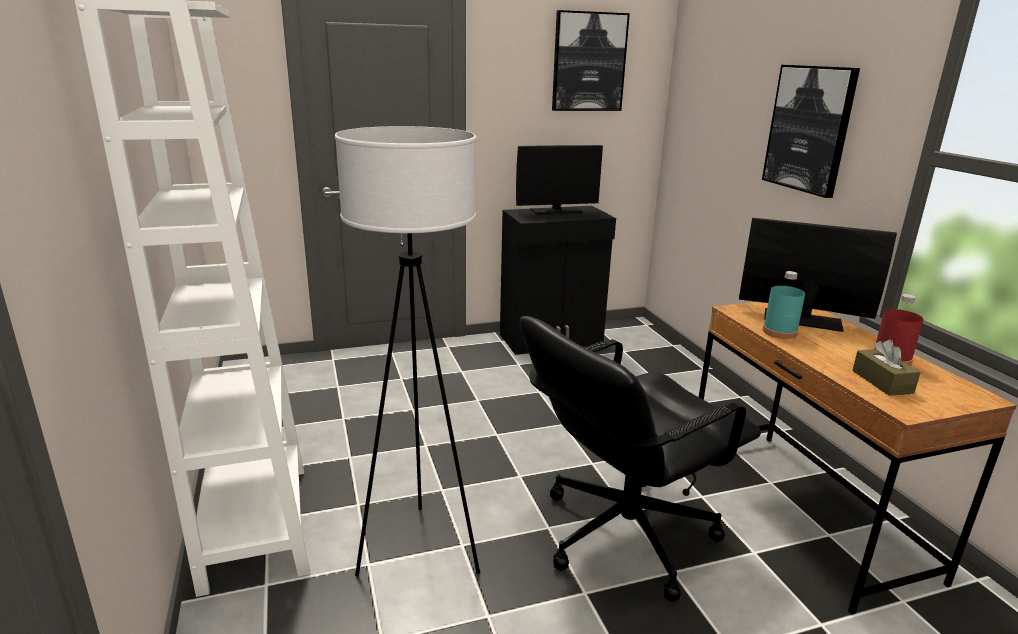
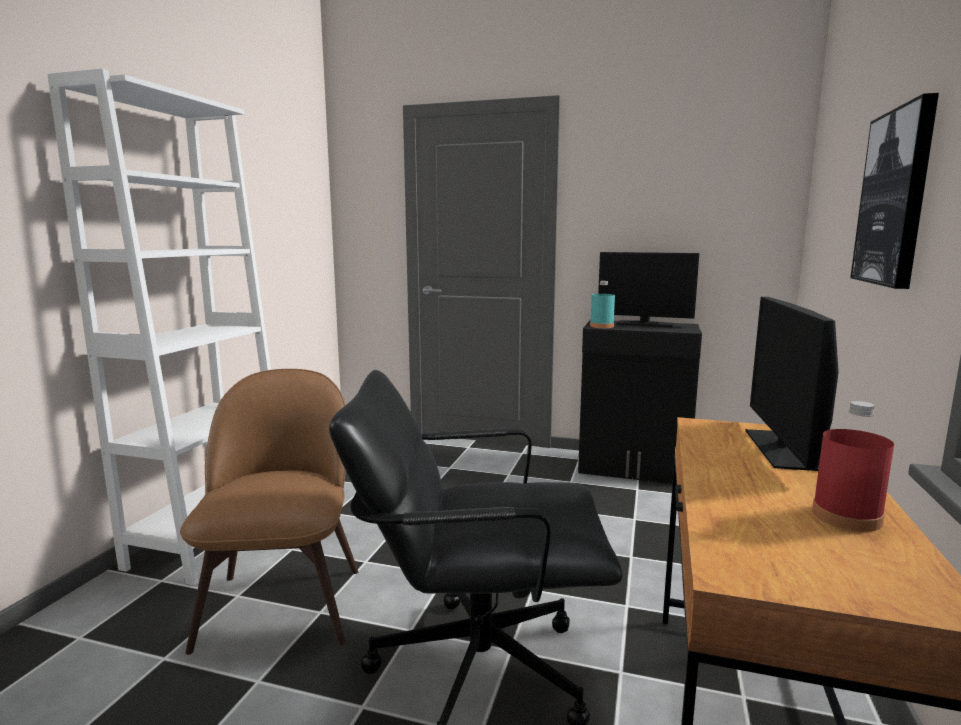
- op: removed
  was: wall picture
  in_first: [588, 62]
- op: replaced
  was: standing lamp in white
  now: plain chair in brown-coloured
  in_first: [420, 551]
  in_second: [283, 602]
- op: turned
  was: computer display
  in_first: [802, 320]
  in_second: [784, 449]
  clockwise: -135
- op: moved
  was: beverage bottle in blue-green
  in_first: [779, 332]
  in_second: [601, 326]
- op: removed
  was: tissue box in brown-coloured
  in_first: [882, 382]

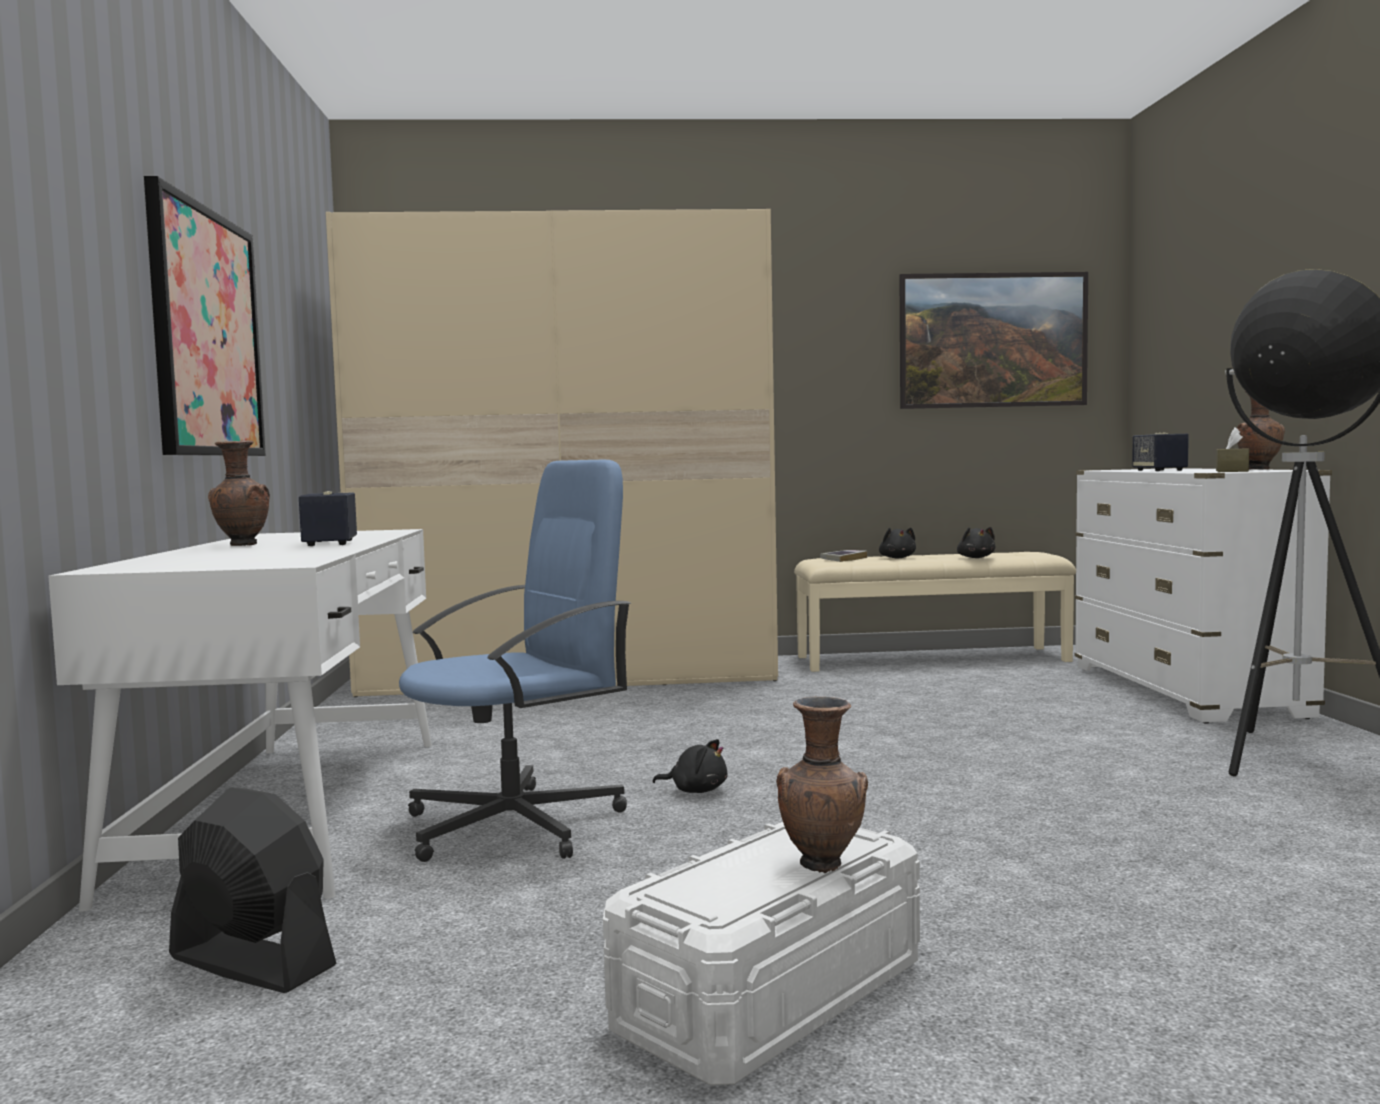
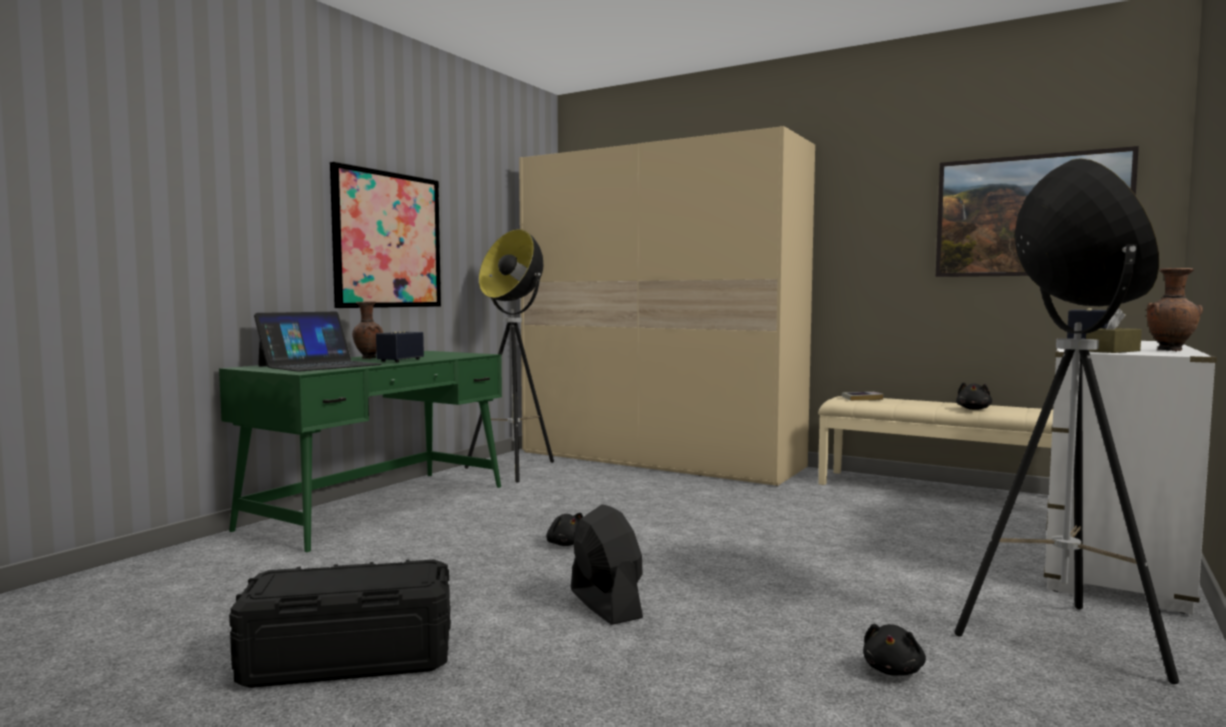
- op: removed
  was: desk chair in bluish
  in_first: [517, 824]
- op: moved
  was: soft toy in black
  in_first: [897, 558]
  in_second: [893, 670]
- op: recoloured
  was: desk table in white
  now: desk table in greenish
  in_first: [295, 809]
  in_second: [380, 506]
- op: removed
  was: vase in brown-coloured
  in_first: [823, 865]
- op: moved
  was: cooling fan in black
  in_first: [251, 962]
  in_second: [605, 604]
- op: recoloured
  was: storage box in white
  now: storage box in black
  in_first: [770, 996]
  in_second: [349, 658]
- op: added
  now: standing lamp
  in_second: [515, 470]
- op: added
  now: notebook computer
  in_second: [319, 365]

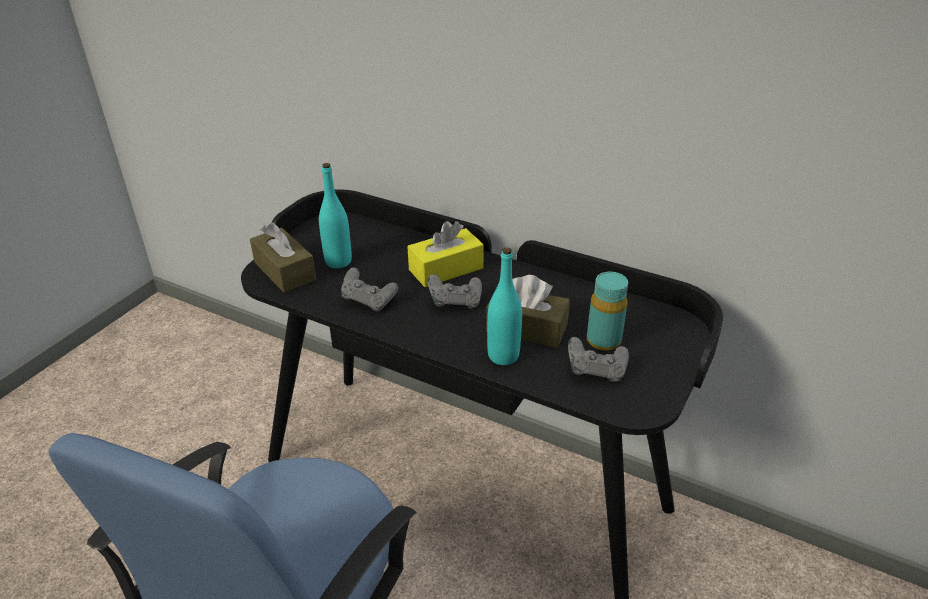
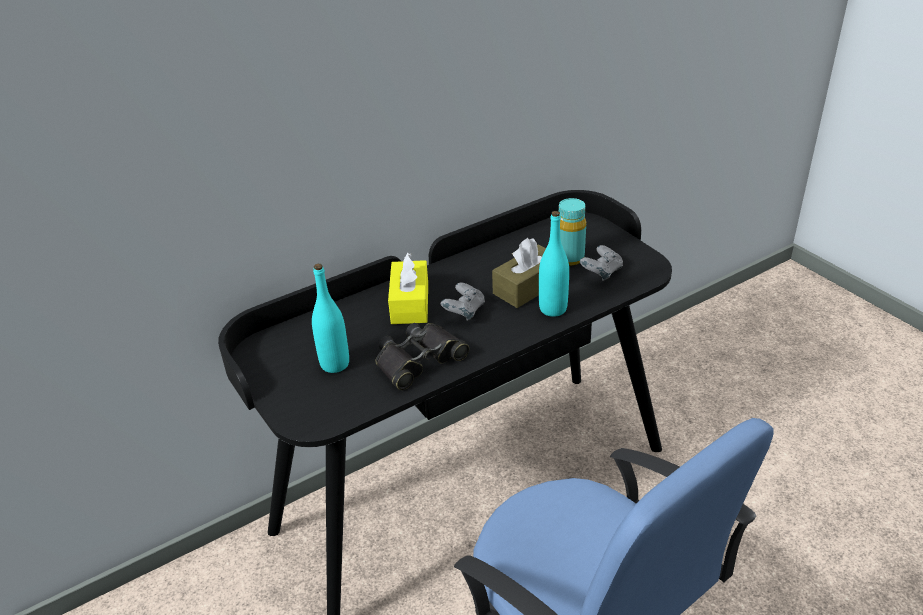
- op: removed
  was: tissue box in brown-coloured
  in_first: [285, 271]
- op: replaced
  was: game controller in grey
  now: field glasses in black
  in_first: [369, 301]
  in_second: [419, 360]

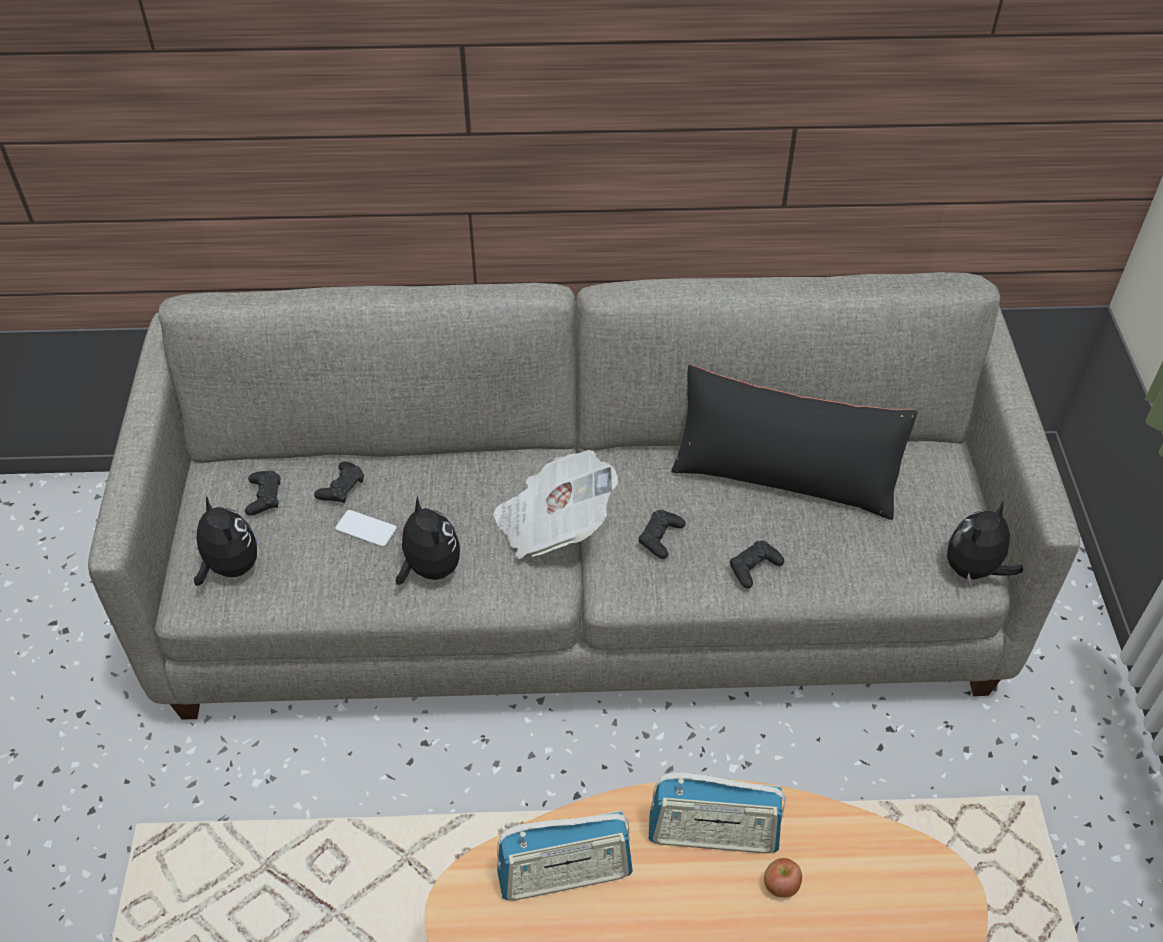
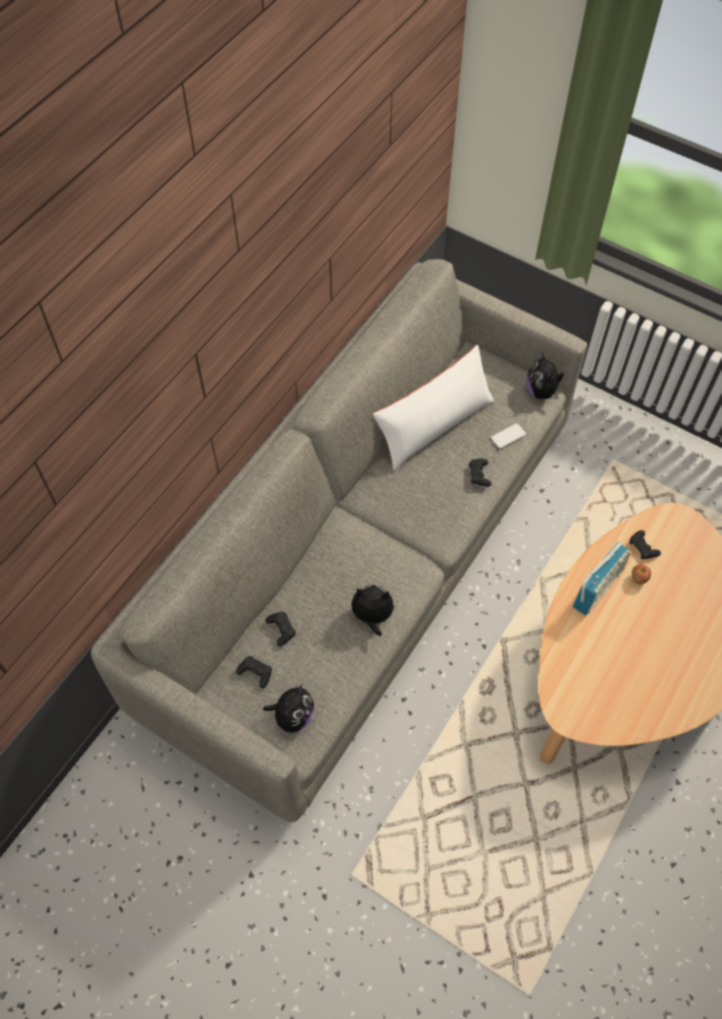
- op: recoloured
  was: pillow in black
  now: pillow in white
  in_first: [784, 475]
  in_second: [434, 425]
- op: removed
  was: newspaper
  in_first: [553, 524]
- op: turned
  was: soft toy
  in_first: [229, 567]
  in_second: [293, 716]
  clockwise: 120
- op: moved
  was: telephone
  in_first: [366, 529]
  in_second: [508, 436]
- op: moved
  was: game controller in black
  in_first: [660, 537]
  in_second: [643, 547]
- op: removed
  was: radio receiver
  in_first: [565, 874]

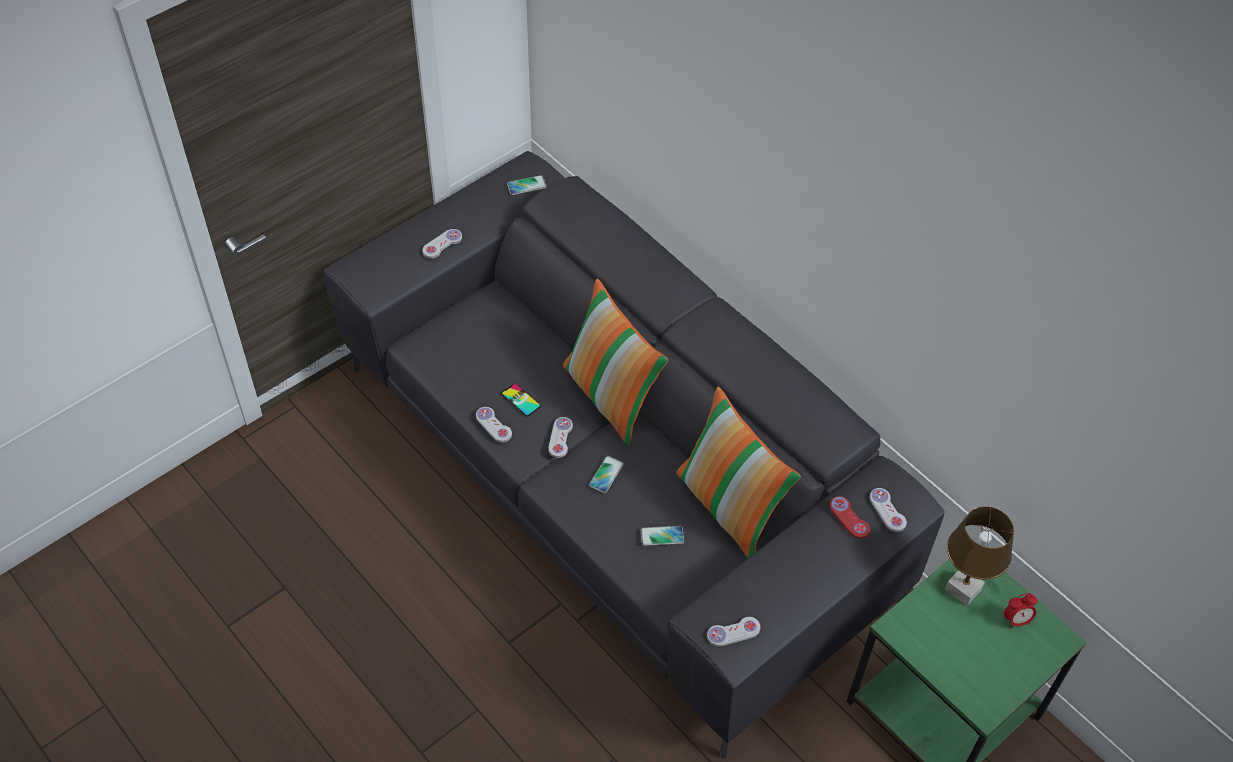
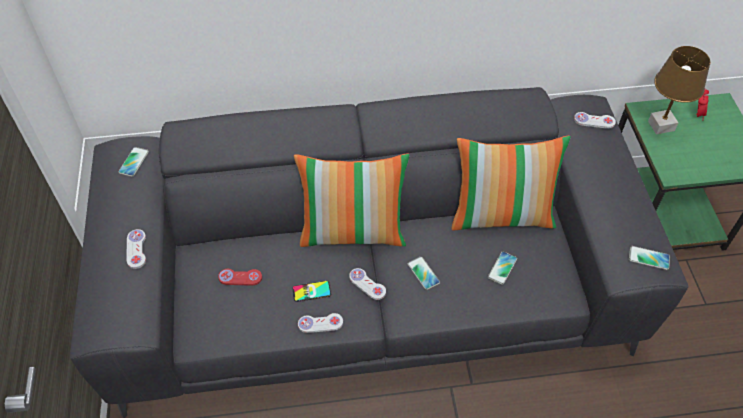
- op: moved
  was: game controller in red-coloured
  in_first: [849, 518]
  in_second: [240, 277]
- op: replaced
  was: game controller in white
  now: telephone
  in_first: [733, 632]
  in_second: [649, 258]

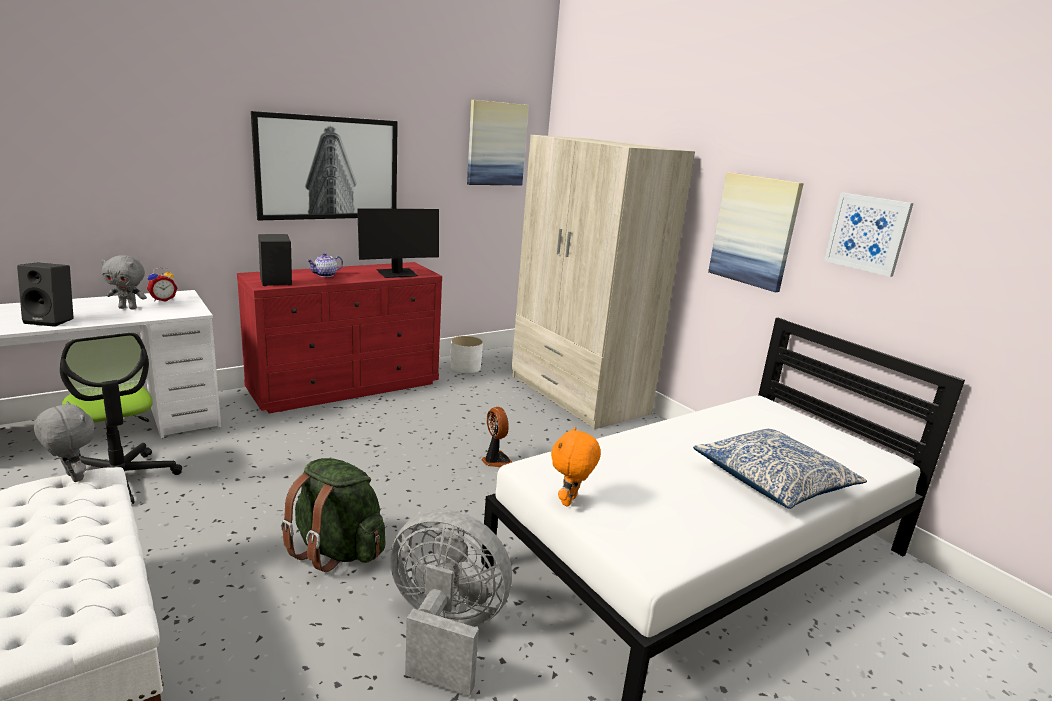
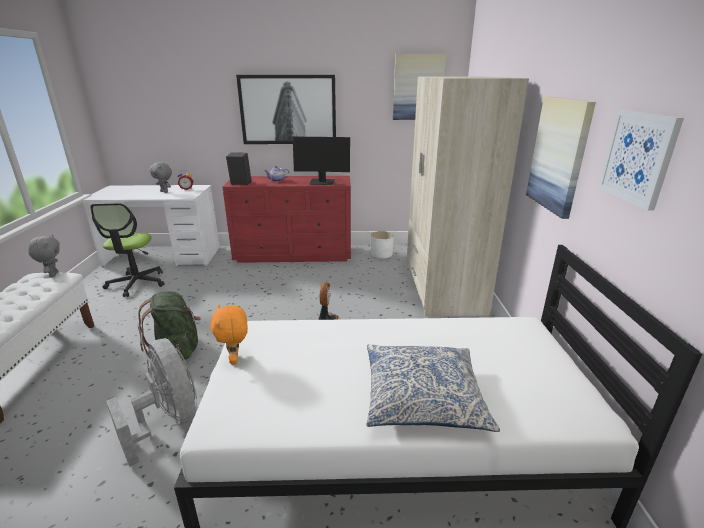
- op: removed
  was: speaker in black
  in_first: [52, 320]
- op: turned
  was: soft toy in orange-coloured
  in_first: [570, 501]
  in_second: [235, 359]
  clockwise: -75

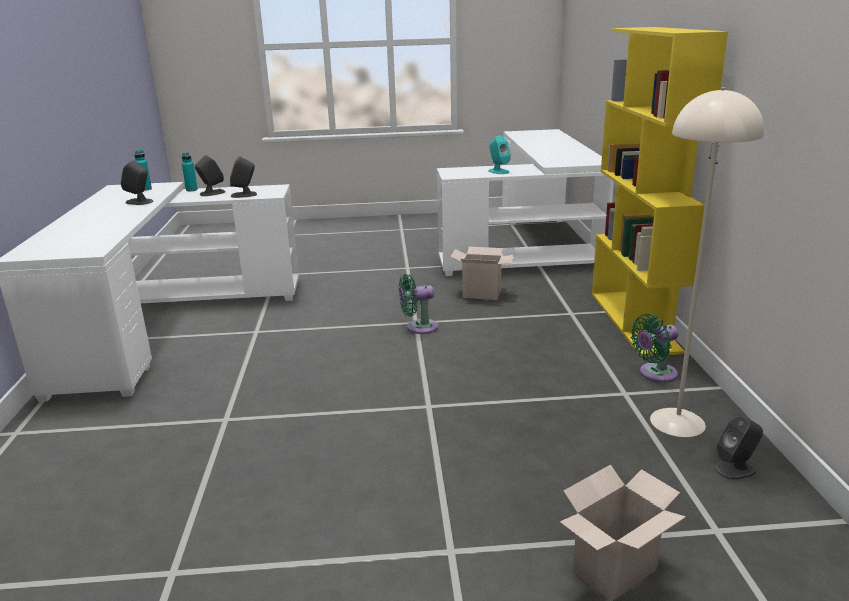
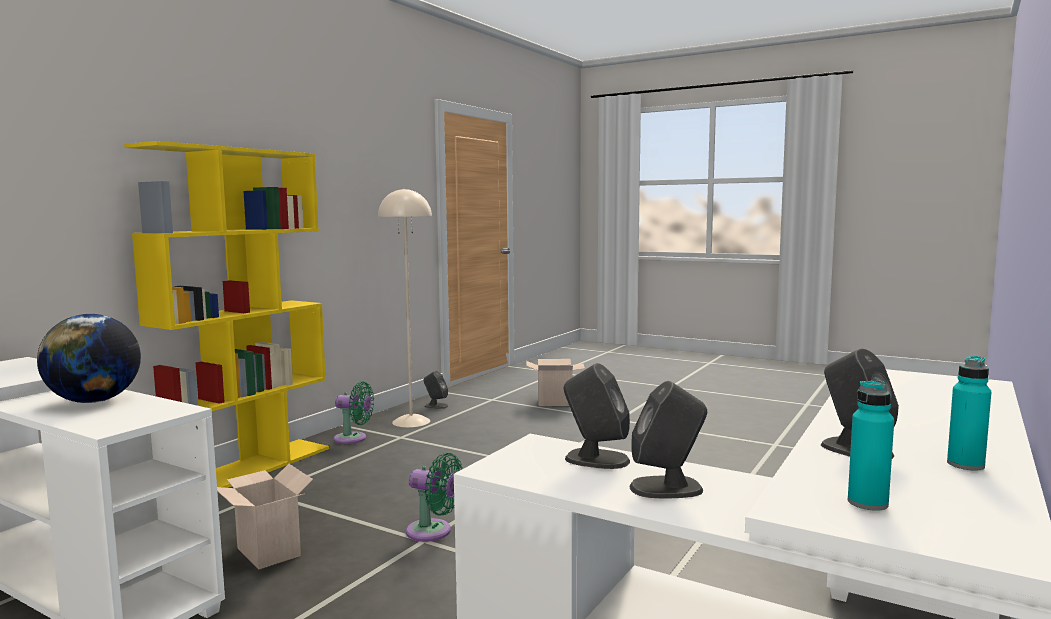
- op: replaced
  was: speaker in blue-green
  now: desk globe
  in_first: [498, 171]
  in_second: [94, 401]
- op: moved
  was: beverage bottle in blue-green
  in_first: [191, 190]
  in_second: [965, 465]

